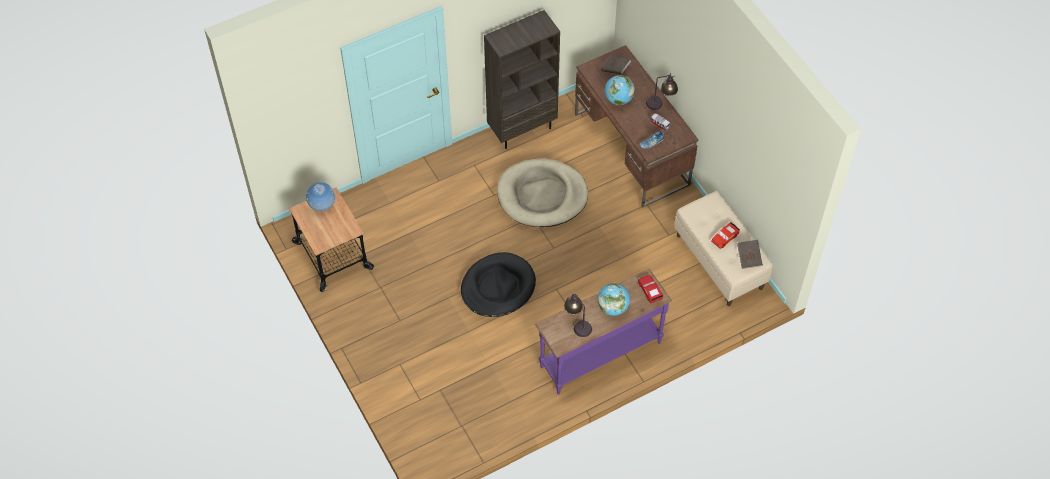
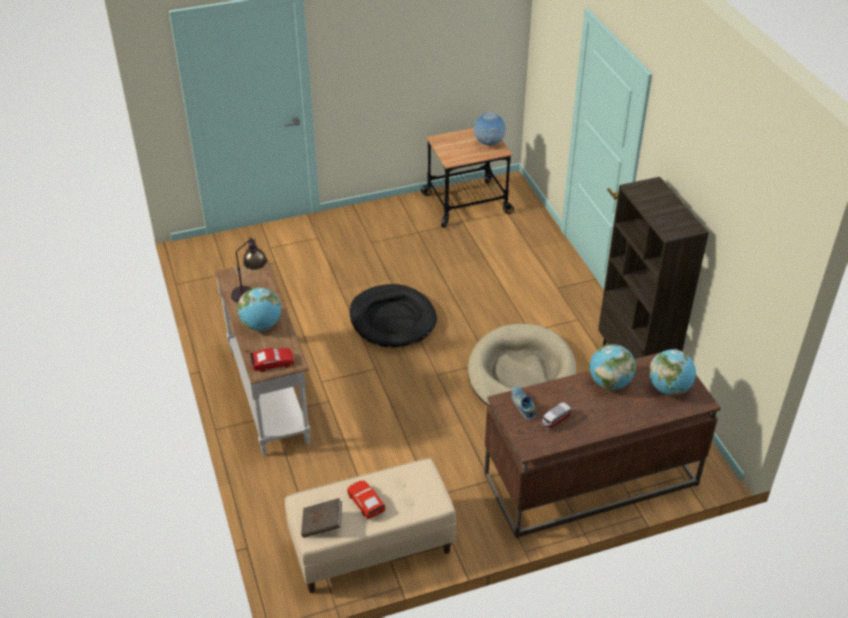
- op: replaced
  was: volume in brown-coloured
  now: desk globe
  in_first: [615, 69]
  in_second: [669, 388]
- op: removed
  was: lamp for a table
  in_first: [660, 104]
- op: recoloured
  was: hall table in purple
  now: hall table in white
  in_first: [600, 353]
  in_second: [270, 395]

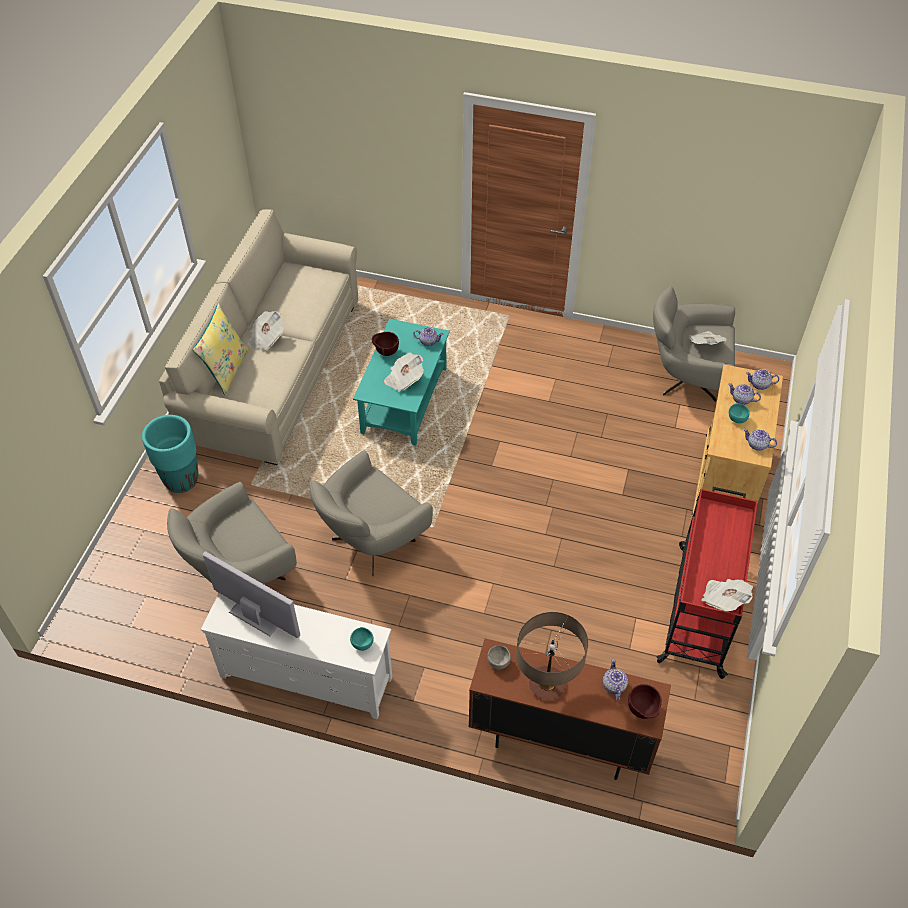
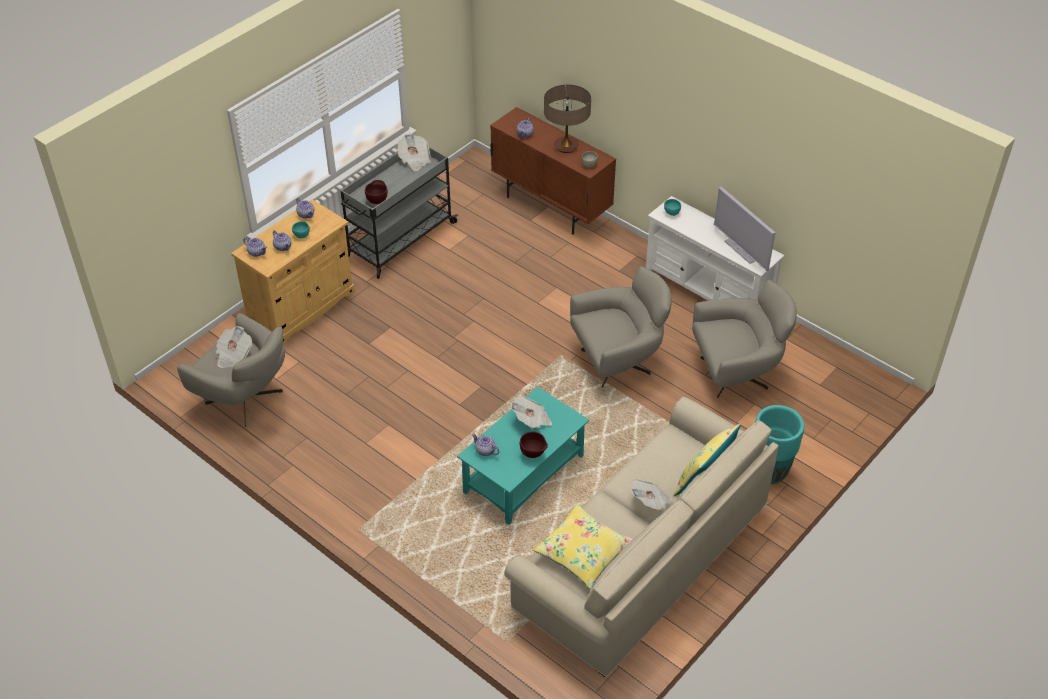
- op: recoloured
  was: wheeled cart in red-coloured
  now: wheeled cart in grey
  in_first: [700, 607]
  in_second: [399, 240]
- op: moved
  was: bowl in brown-coloured
  in_first: [642, 711]
  in_second: [377, 201]
- op: added
  now: pillow in yellow-coloured
  in_second: [583, 552]

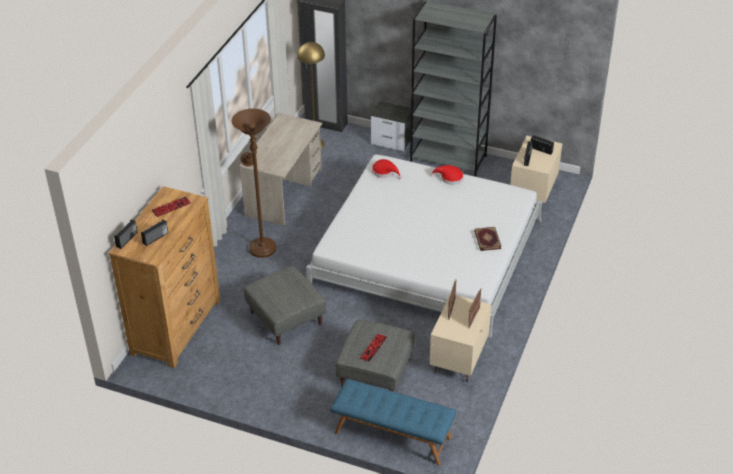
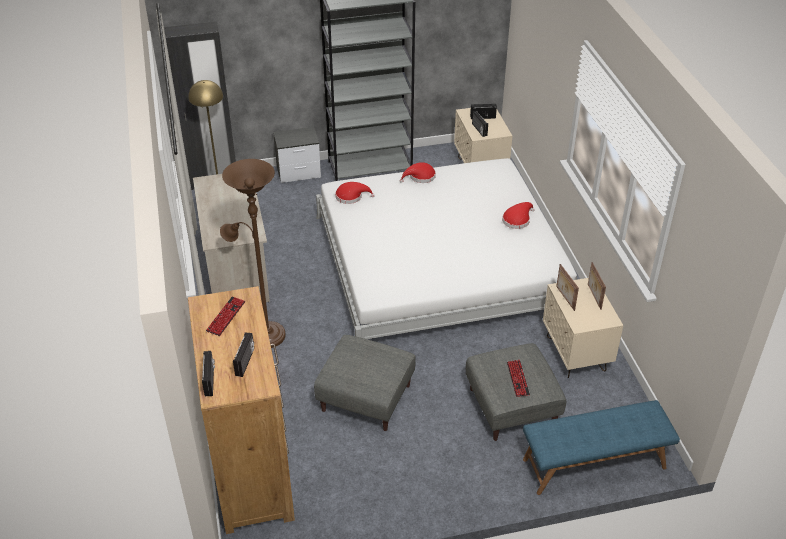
- op: replaced
  was: volume
  now: clothing hat in red-coloured
  in_first: [487, 240]
  in_second: [517, 219]

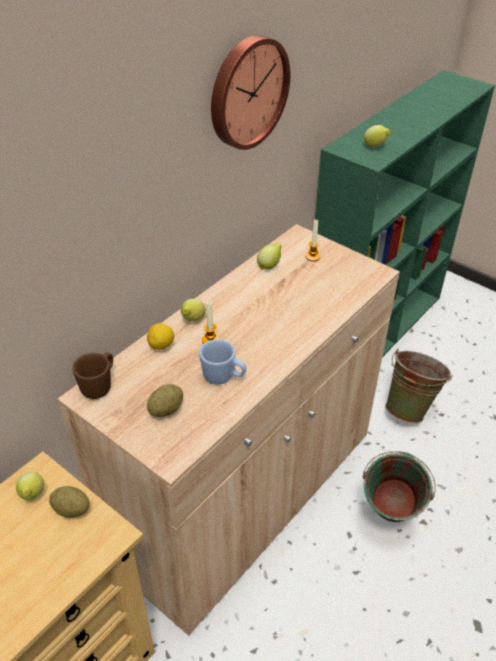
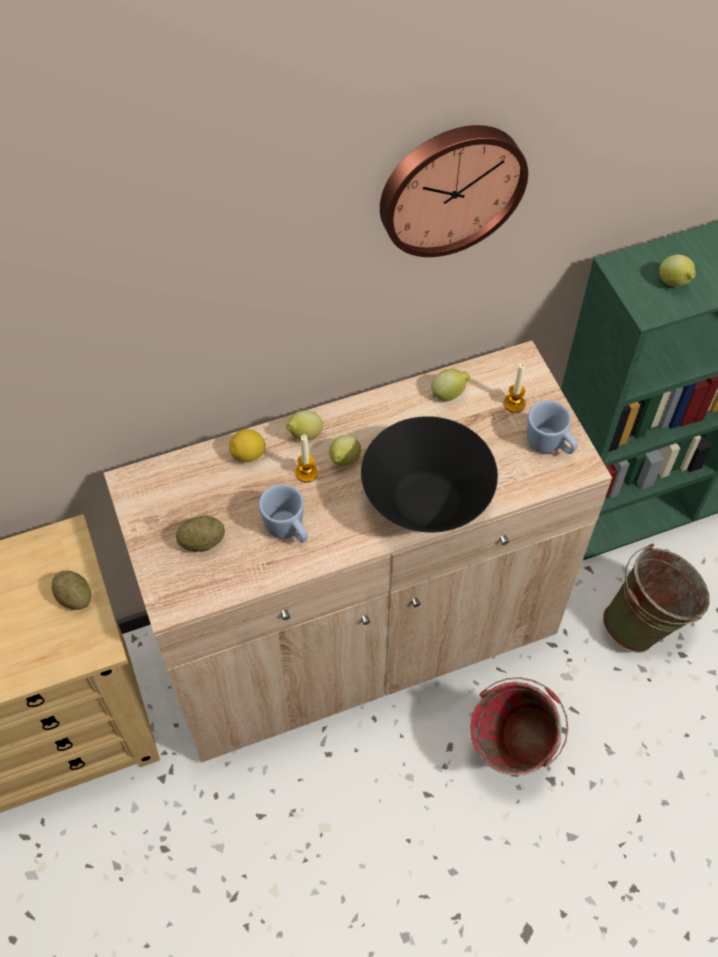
- op: removed
  was: tea mug in brown-coloured
  in_first: [100, 385]
- op: recoloured
  was: pail in greenish
  now: pail in red-coloured
  in_first: [388, 518]
  in_second: [511, 752]
- op: moved
  was: citrus fruit
  in_first: [32, 495]
  in_second: [344, 461]
- op: added
  now: tea mug in bluish
  in_second: [549, 445]
- op: added
  now: bowl in black
  in_second: [426, 502]

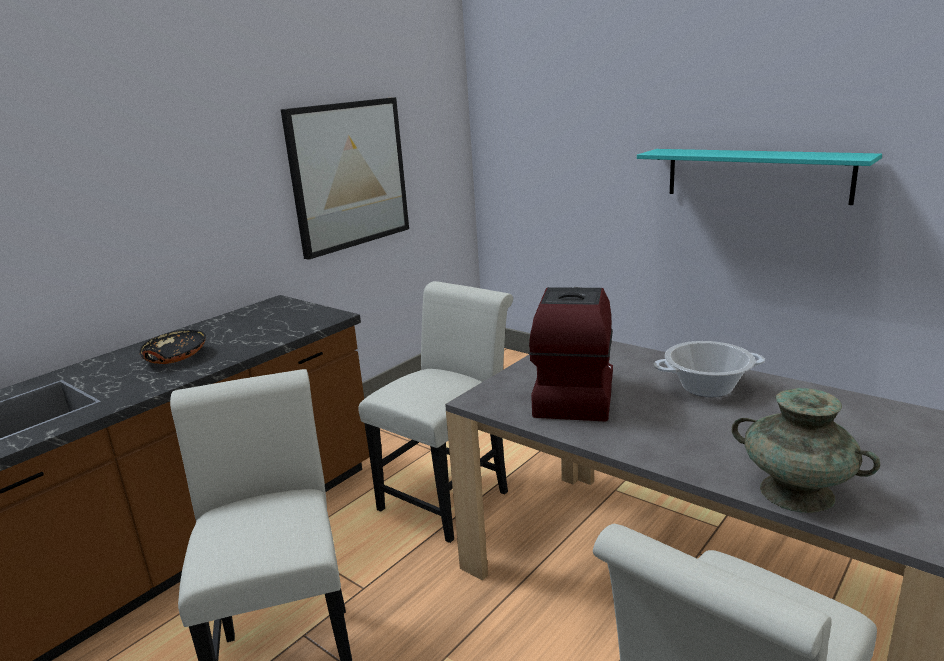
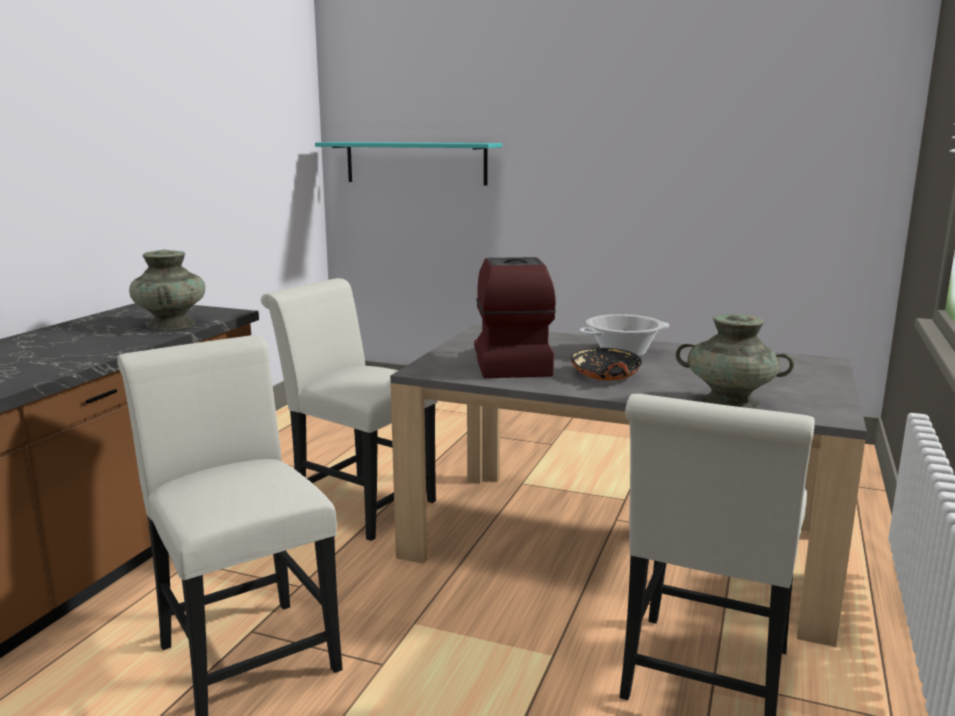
- op: removed
  was: wall picture
  in_first: [349, 175]
- op: moved
  was: shelf in blue-green
  in_first: [756, 175]
  in_second: [415, 163]
- op: turned
  was: plain chair in white
  in_first: [450, 496]
  in_second: [357, 504]
  clockwise: -75
- op: moved
  was: bowl in black
  in_first: [175, 357]
  in_second: [605, 376]
- op: added
  now: vase in blue-green
  in_second: [171, 324]

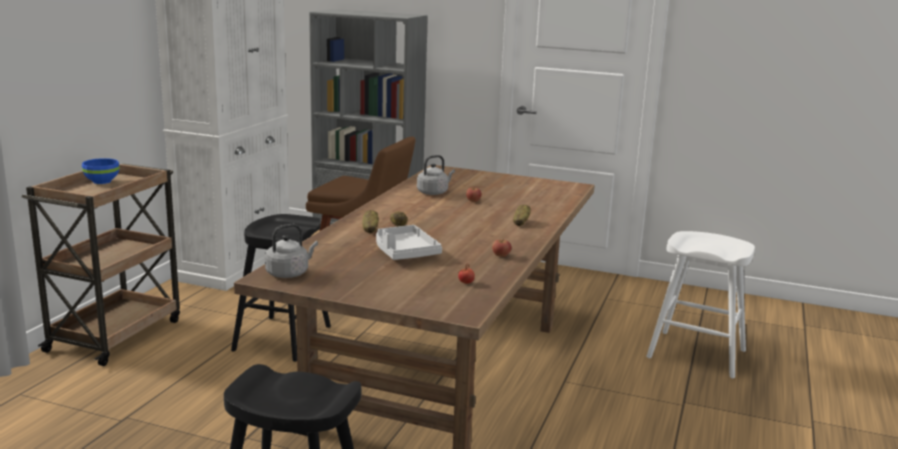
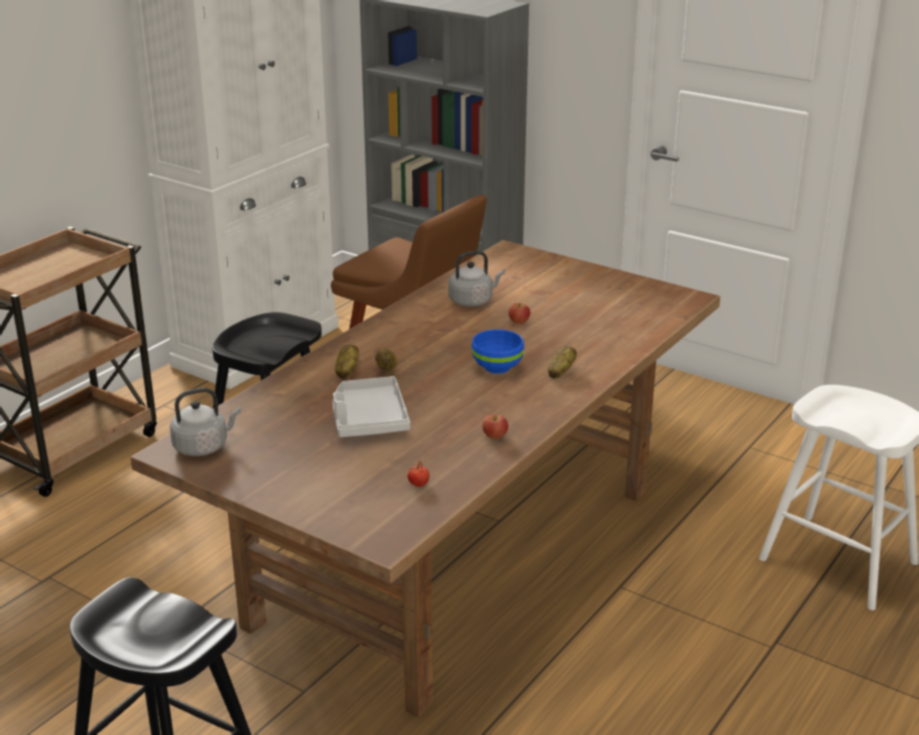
- op: moved
  was: bowl in bluish
  in_first: [101, 181]
  in_second: [497, 367]

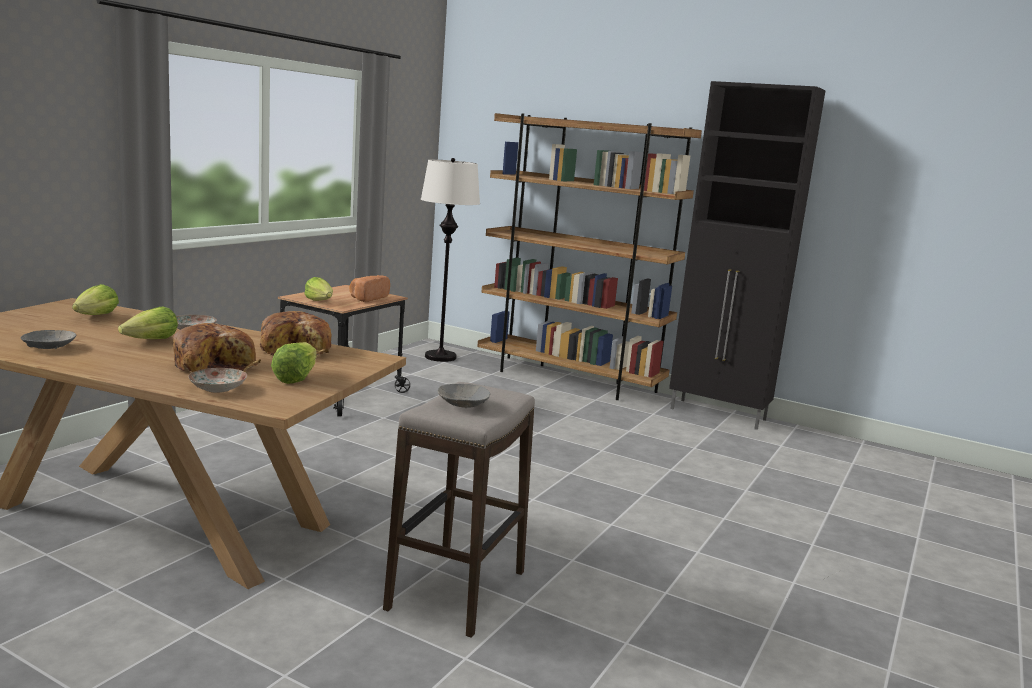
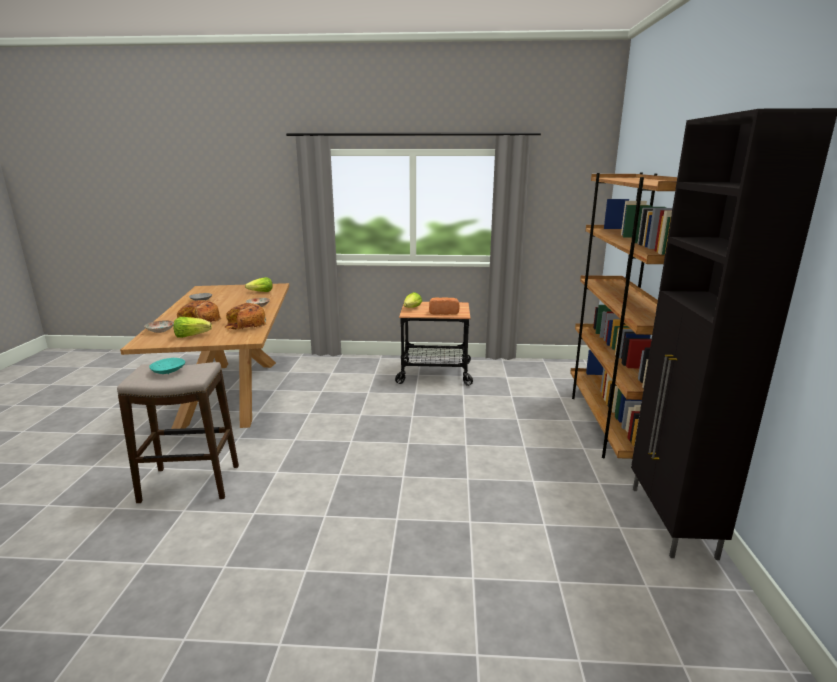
- op: removed
  was: standing lamp in white
  in_first: [440, 357]
- op: removed
  was: lettuce head
  in_first: [151, 341]
- op: recoloured
  was: bowl in grey
  now: bowl in blue-green
  in_first: [462, 404]
  in_second: [168, 371]

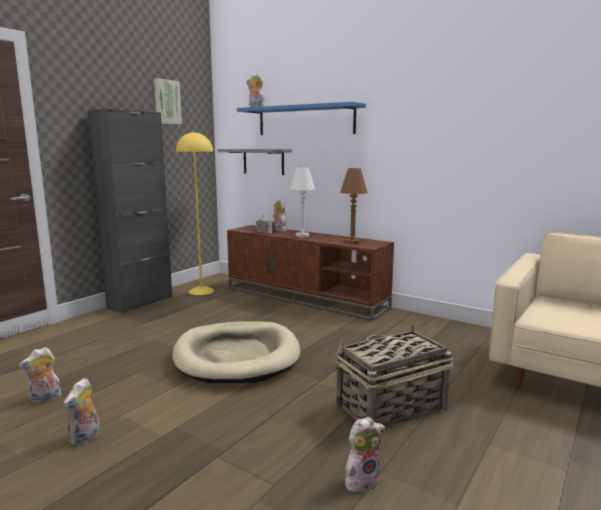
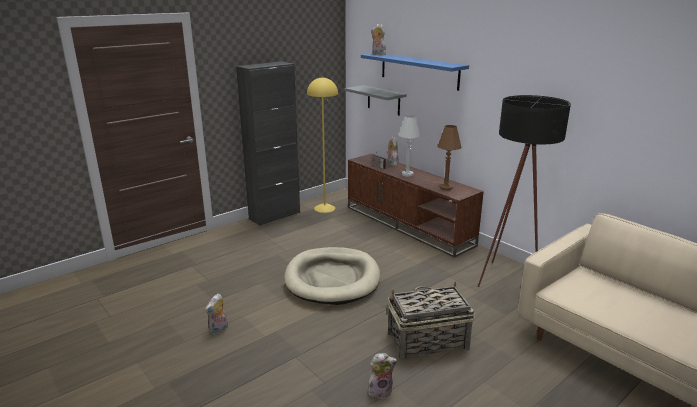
- op: removed
  was: wall picture
  in_first: [166, 102]
- op: removed
  was: soft toy
  in_first: [45, 399]
- op: added
  now: standing lamp in black
  in_second: [509, 280]

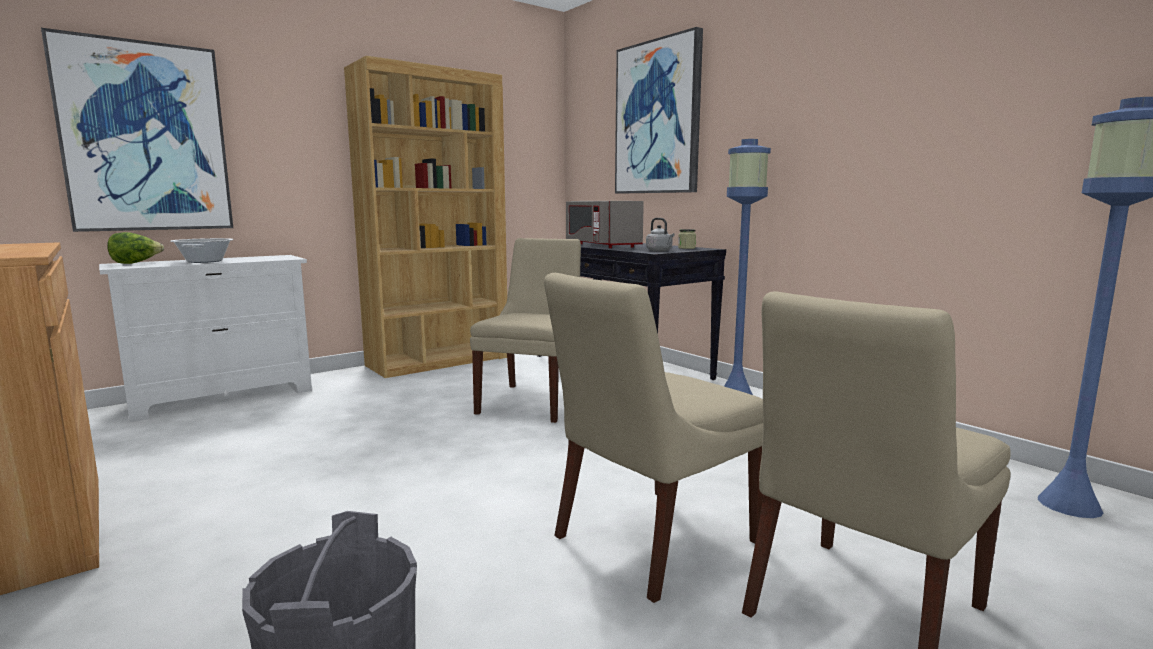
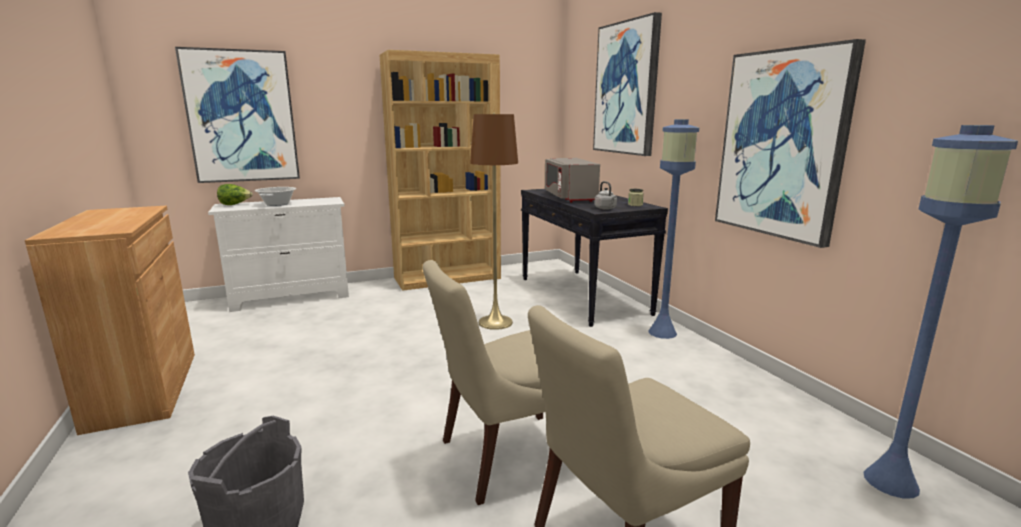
- op: replaced
  was: plain chair in beige
  now: standing lamp in brown-coloured
  in_first: [533, 401]
  in_second: [495, 322]
- op: added
  now: wall picture
  in_second: [782, 144]

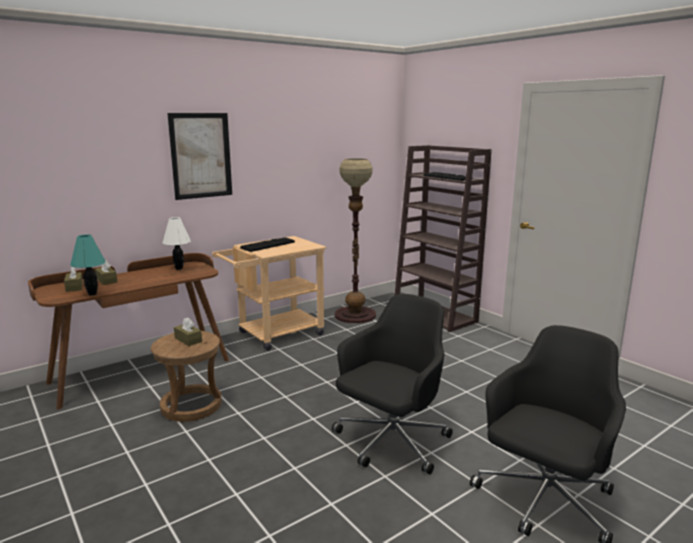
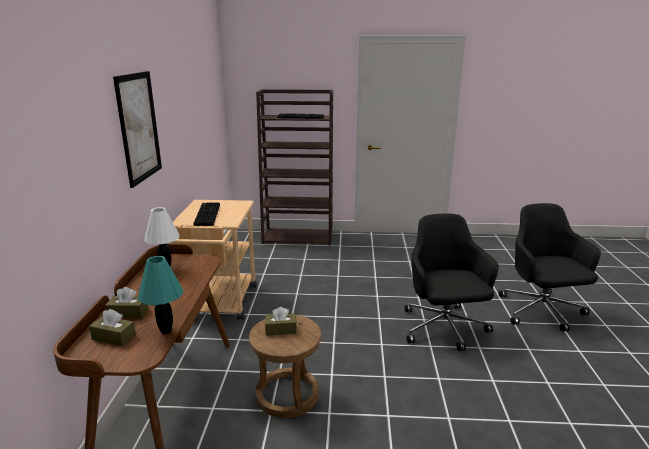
- op: removed
  was: standing lamp
  in_first: [355, 315]

